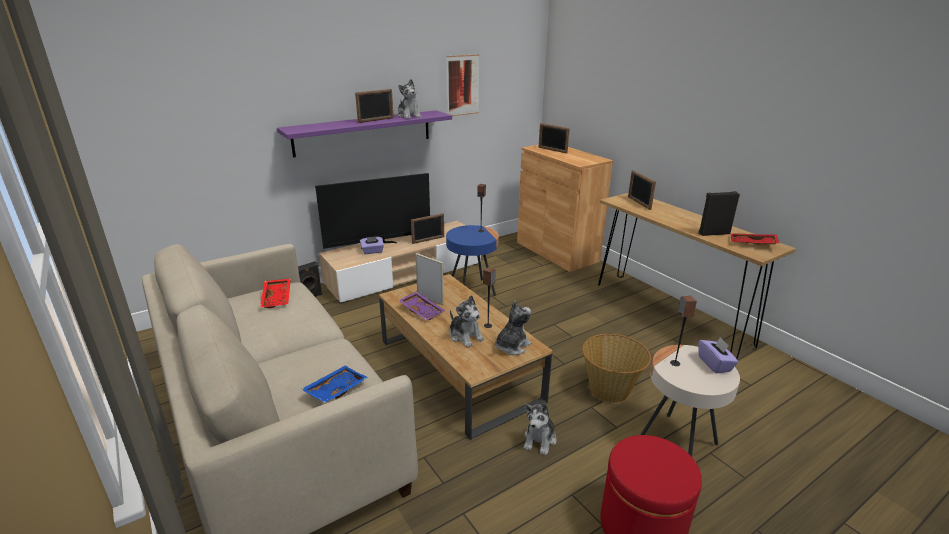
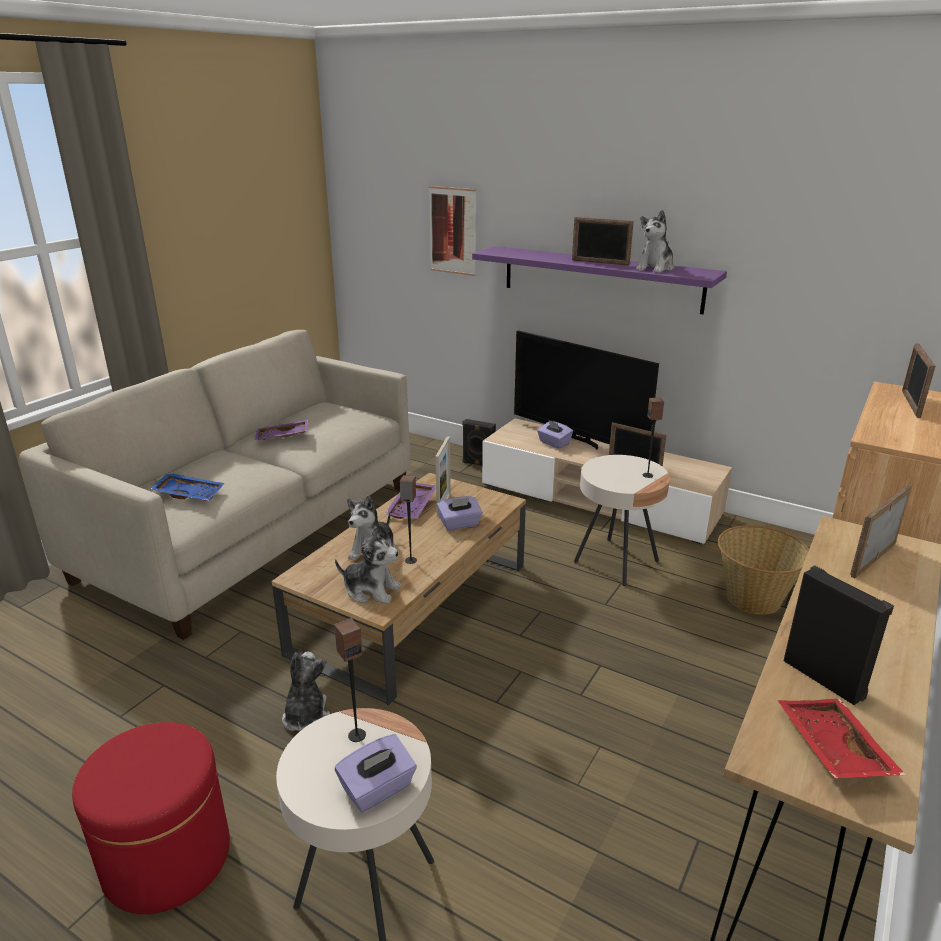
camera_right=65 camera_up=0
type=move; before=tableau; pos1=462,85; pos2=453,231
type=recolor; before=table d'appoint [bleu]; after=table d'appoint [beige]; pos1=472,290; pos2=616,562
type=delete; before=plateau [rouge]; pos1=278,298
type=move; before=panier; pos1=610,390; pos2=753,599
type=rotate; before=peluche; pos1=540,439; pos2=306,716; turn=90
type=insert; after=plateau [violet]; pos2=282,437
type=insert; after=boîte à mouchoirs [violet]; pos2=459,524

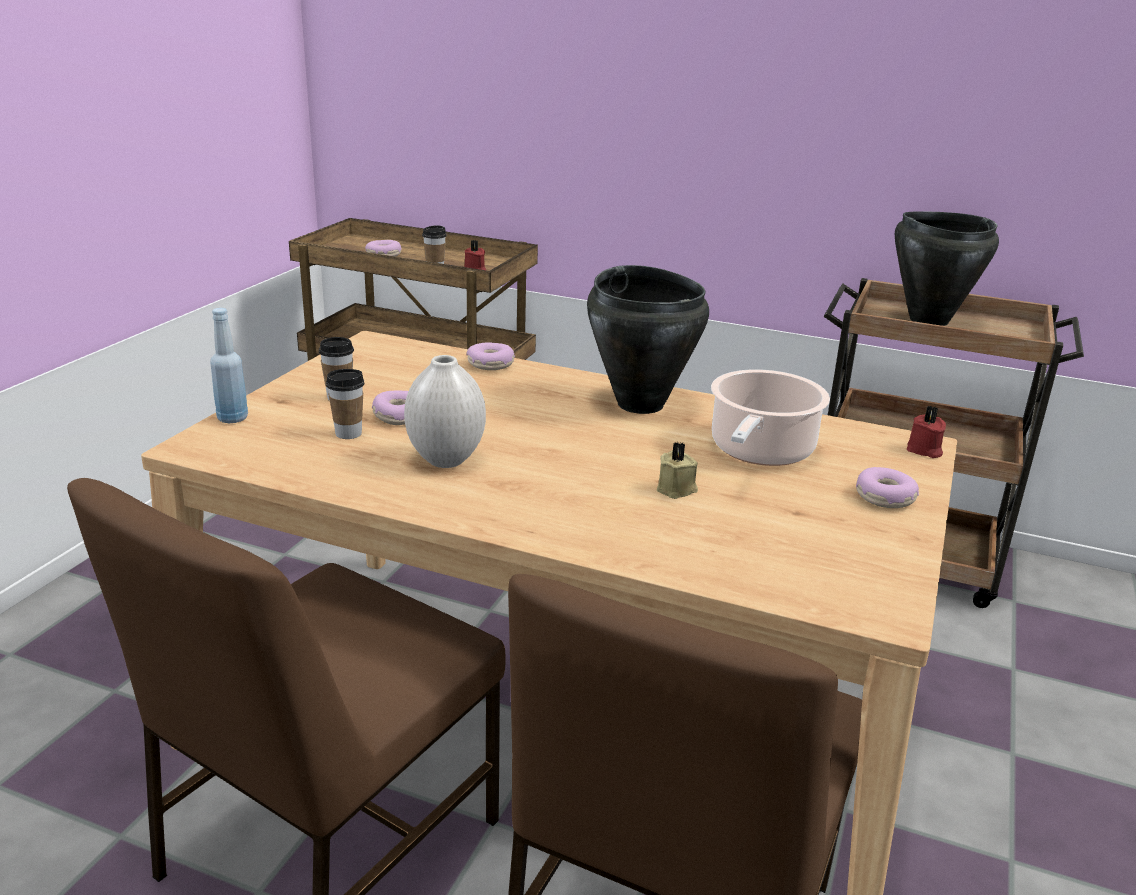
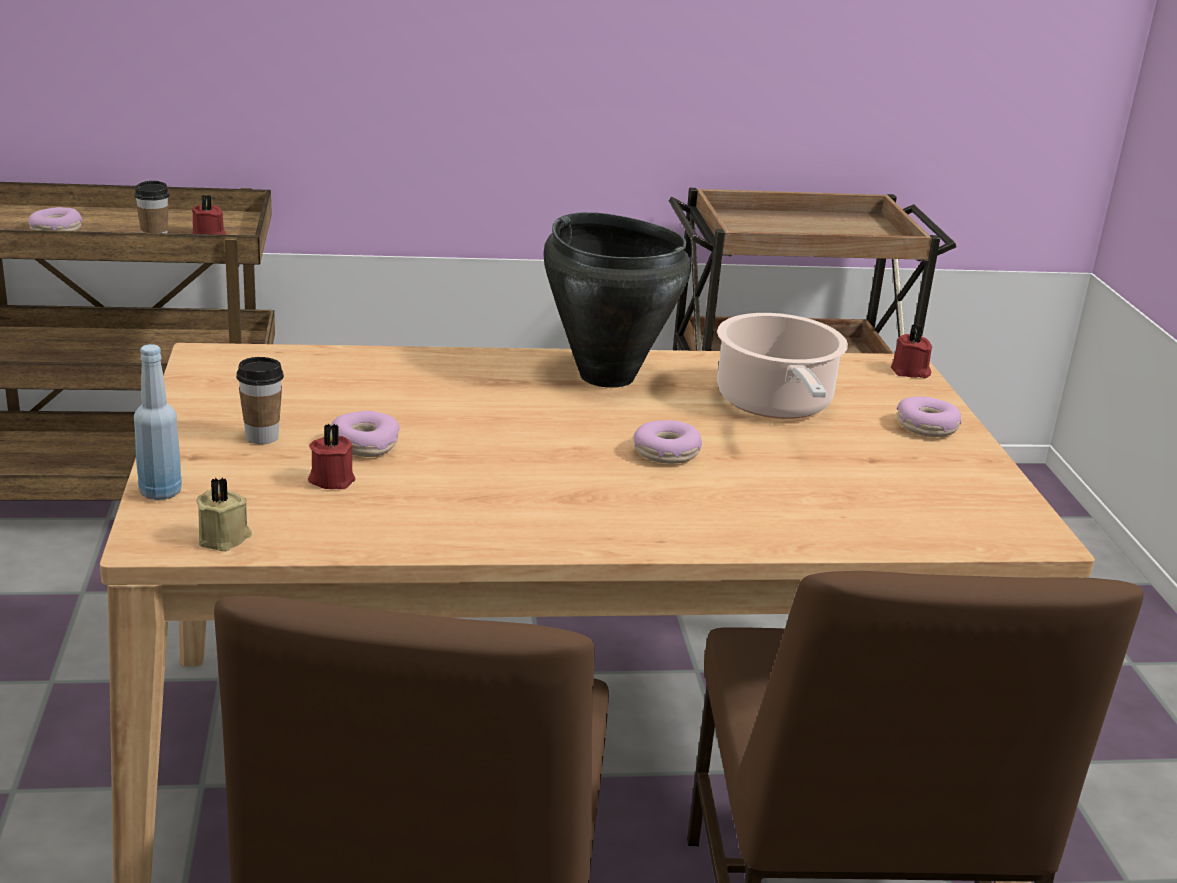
camera_right=-30 camera_up=0
type=delete; before=marmite [noir]; pos1=927,320
type=move; before=beignet; pos1=491,364; pos2=666,453
type=delete; before=vase [blanc]; pos1=447,460
type=replace; before=tasse; after=bougie [rouge]; pos1=348,433; pos2=331,479
type=move; before=bougie [beige]; pos1=677,489; pos2=225,538

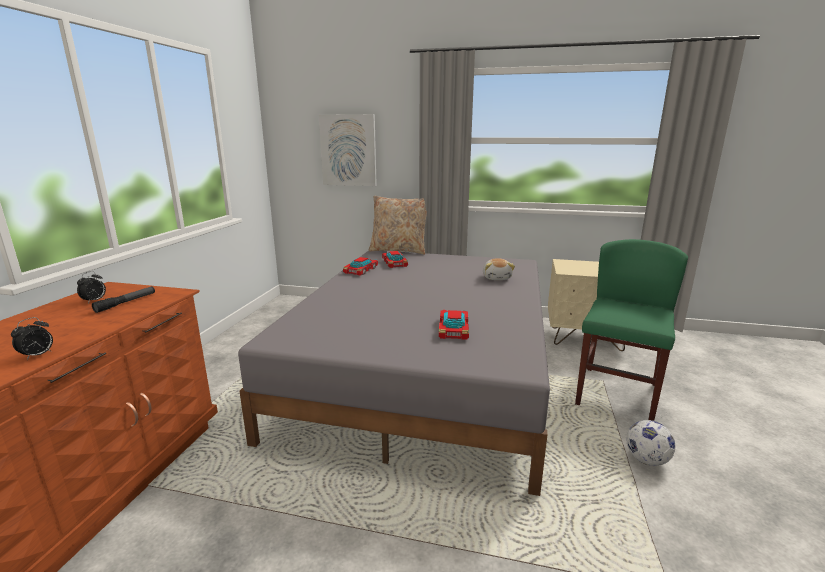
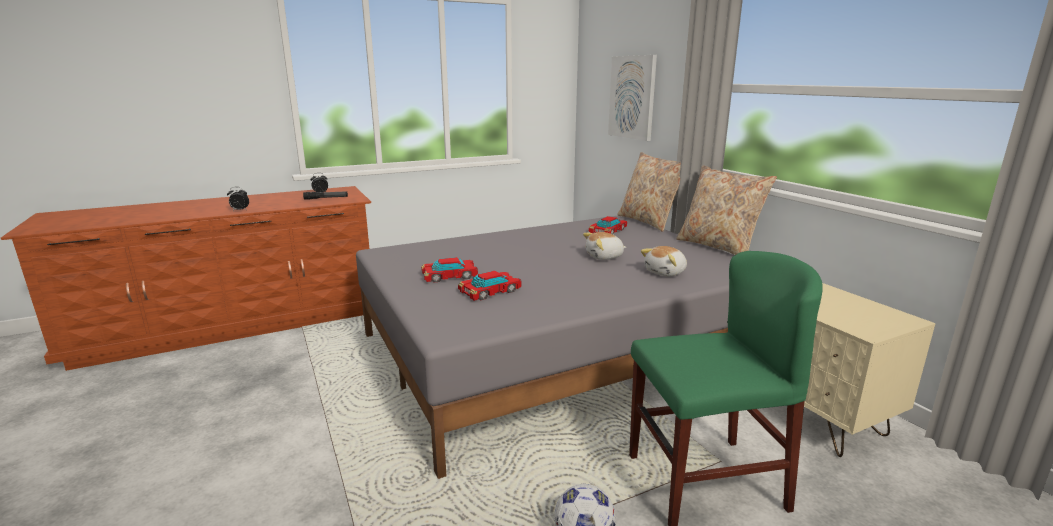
camera_right=50 camera_up=0
type=move; before=petite voiture; pos1=361,270; pos2=449,276
type=insert; after=coussin [beige]; pos2=718,247
type=insert; after=peluche; pos2=604,257

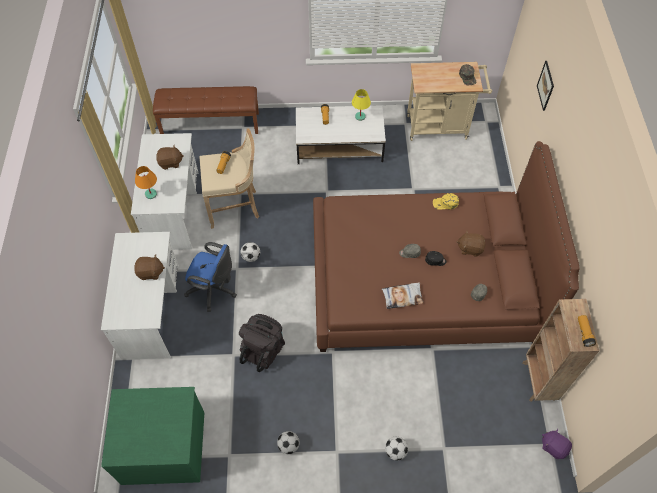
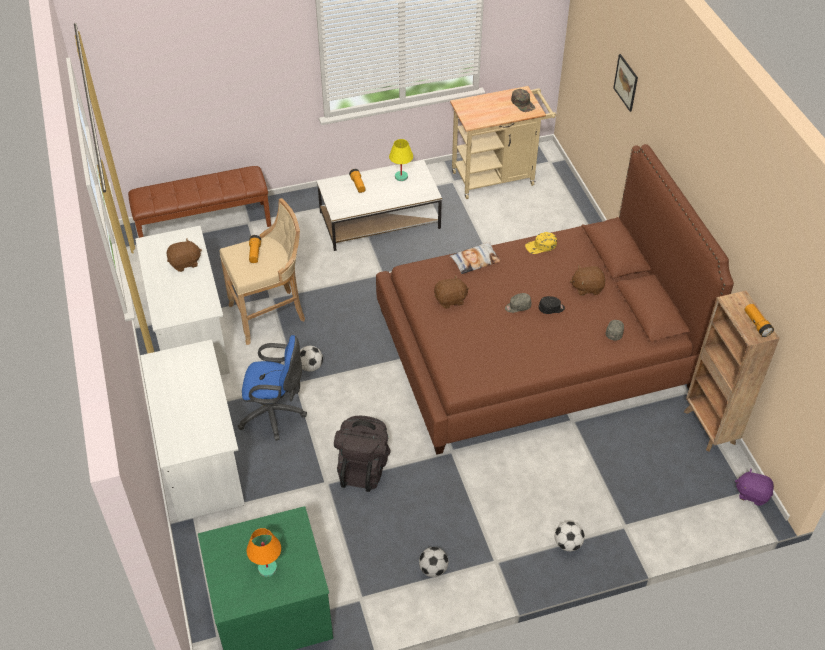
camera_right=-15 camera_up=-10
type=move; before=lampe de table [orange]; pos1=151,194; pos2=268,568
type=move; before=peluche [marron]; pos1=150,272; pos2=450,300
type=move; before=coussin; pos1=402,297; pos2=475,260

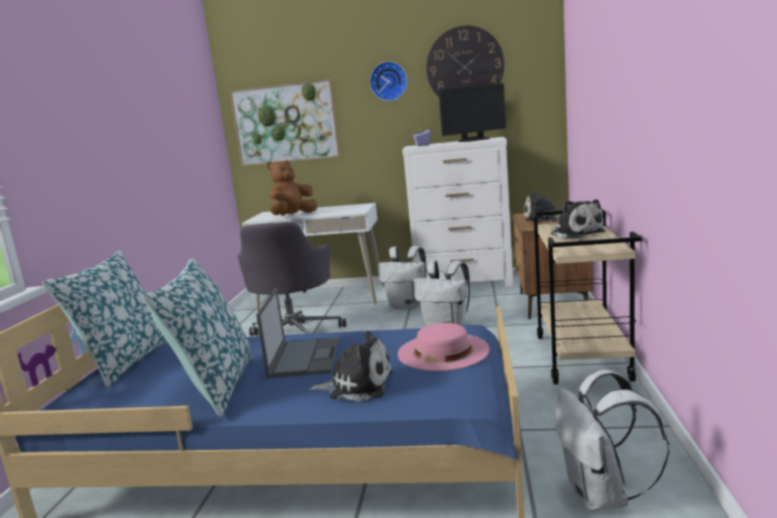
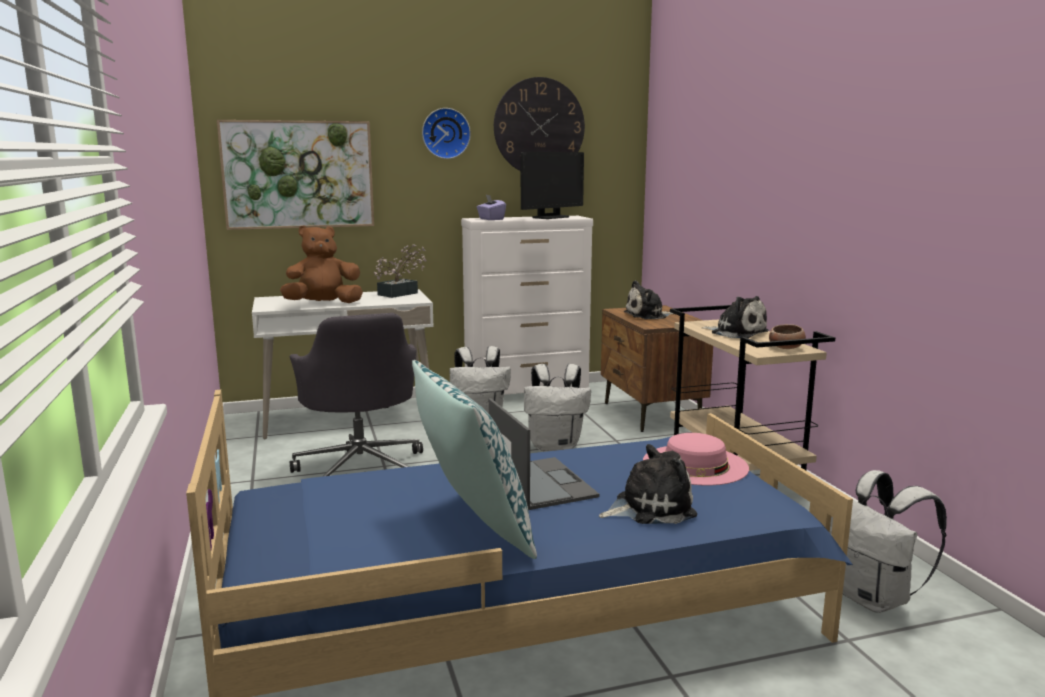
camera_right=-25 camera_up=0
type=rotate; before=peluche [marron]; pos1=293,216; pos2=323,304; turn=45
type=delete; before=coussin; pos1=125,362
type=insert; after=plante en pot; pos2=401,293
type=insert; after=bol; pos2=786,348

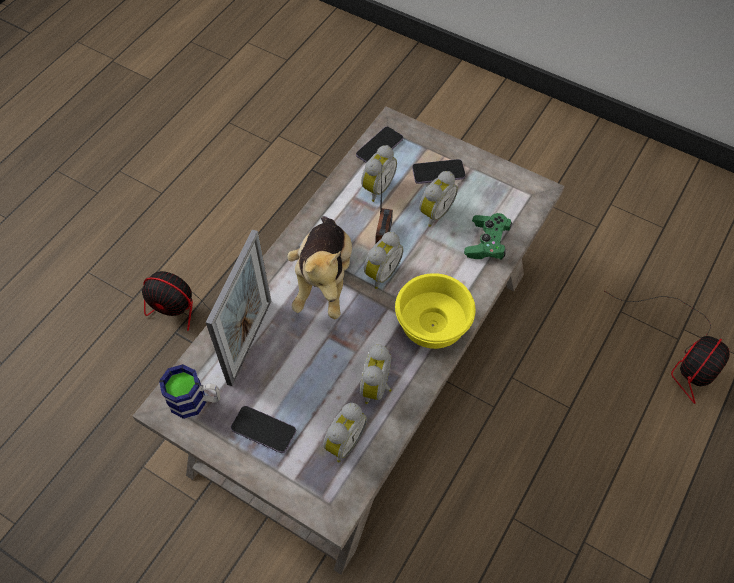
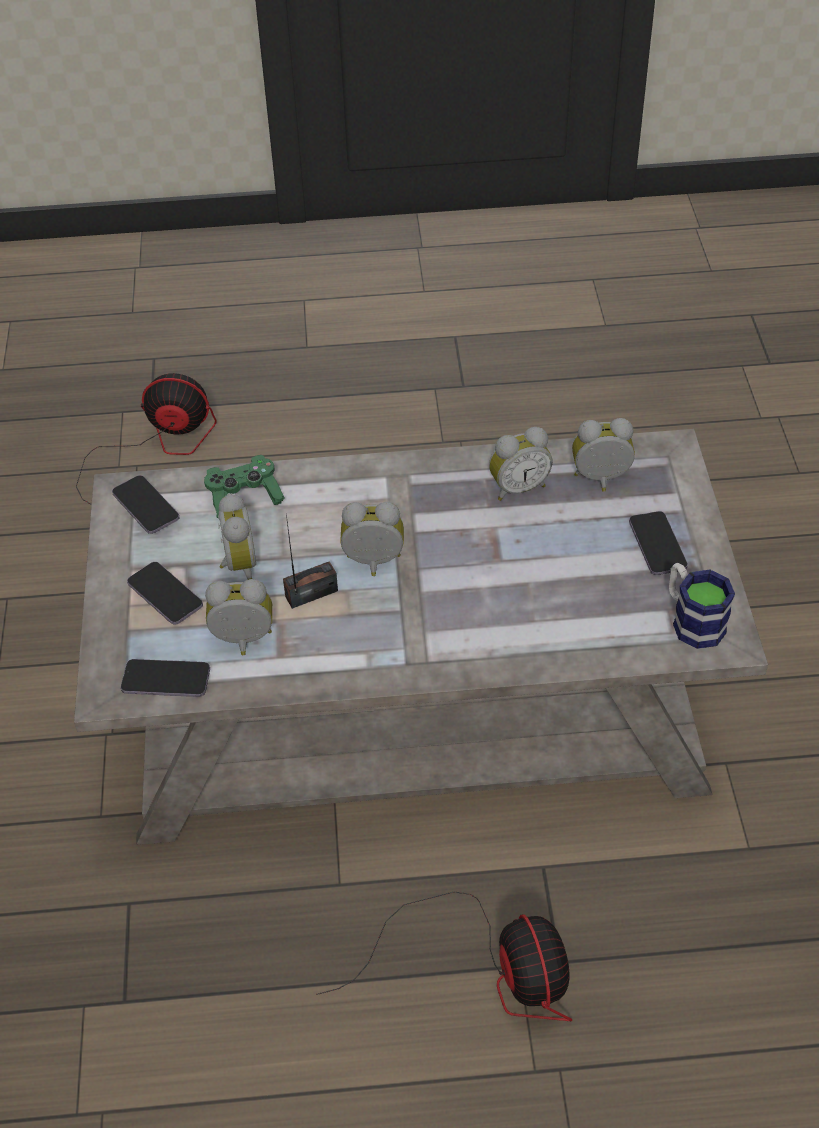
camera_right=-125 camera_up=-10
type=rotate; before=réveil; pos1=434,212; pos2=237,565; turn=75
type=delete; before=peluche; pos1=324,280
type=delete; before=cadre photo; pos1=250,341
type=delete; before=bol [jaune]; pos1=435,324
type=insert; after=téléphone; pos2=146,506

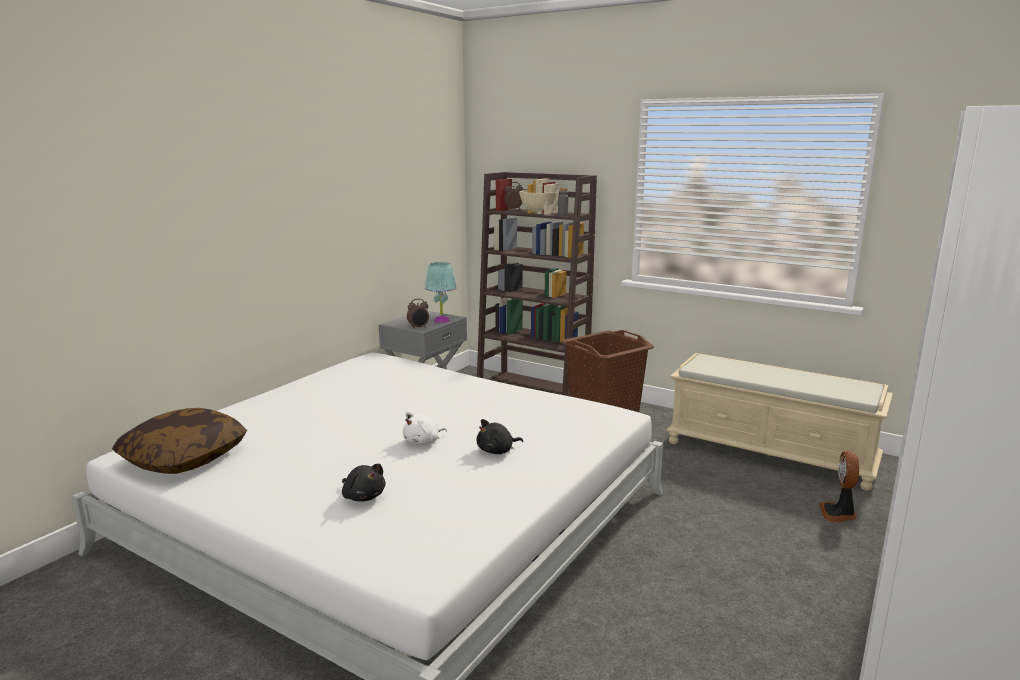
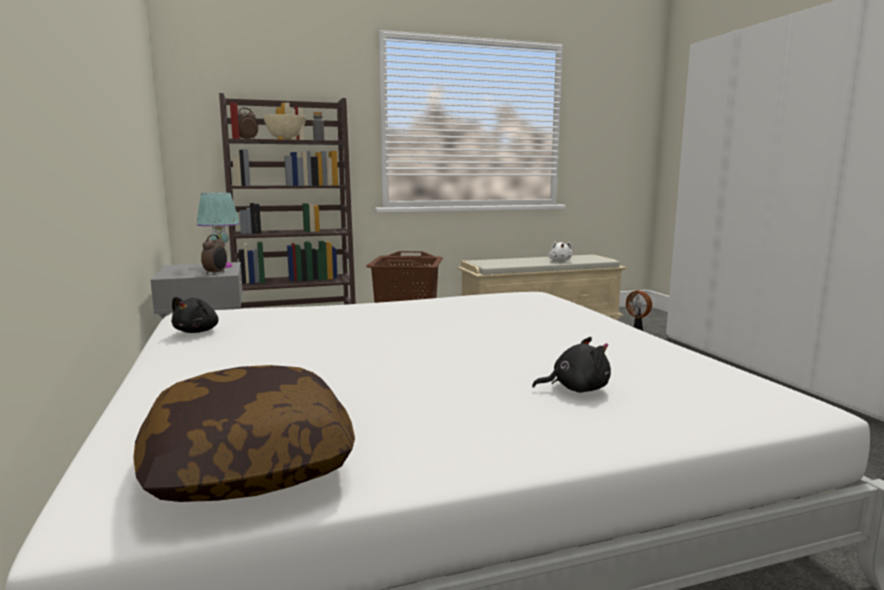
camera_right=-50 camera_up=-5
type=move; before=peluche [blanc]; pos1=423,442; pos2=560,261
type=move; before=peluche [noir]; pos1=497,451; pos2=198,331

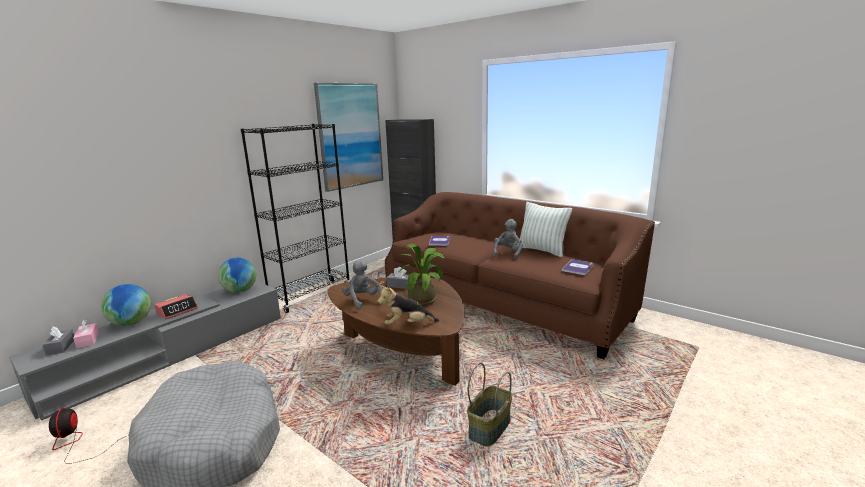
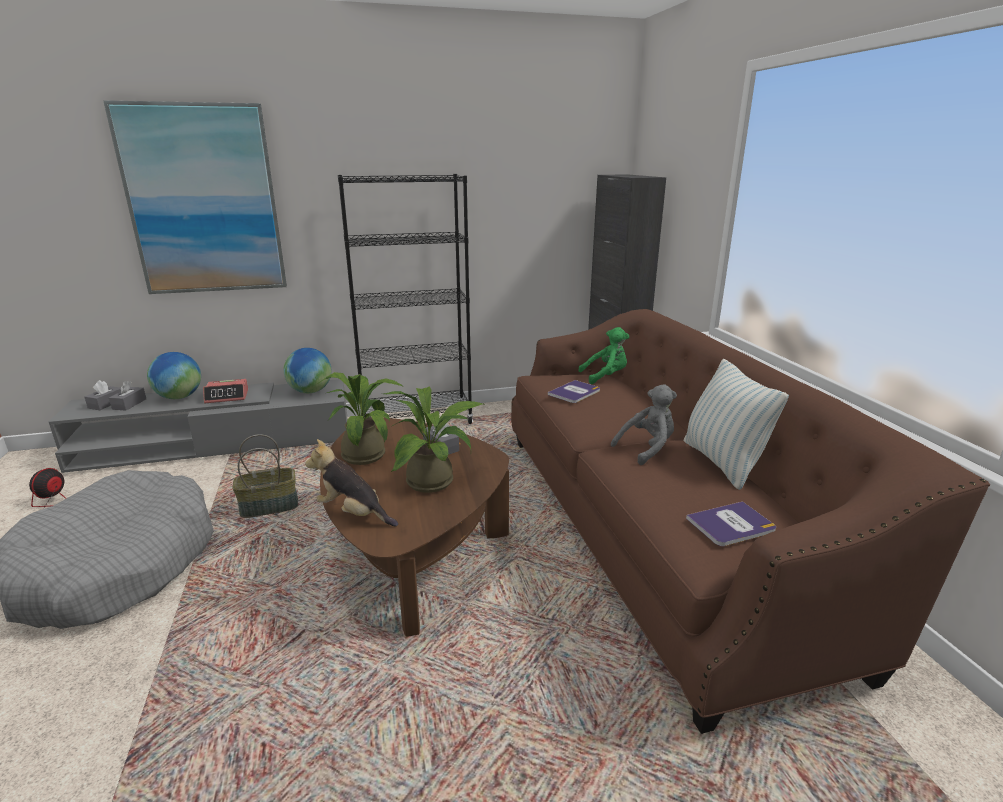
camera_right=35 camera_up=5
type=move; before=tableau; pos1=350,136; pos2=203,201
type=replace; before=peluche [gris]; after=plante en pot; pos1=363,301; pos2=365,453
type=recolor; before=boîte à mouchoirs [rose]; after=boîte à mouchoirs [gris]; pos1=88,340; pos2=129,404
type=move; before=panier; pos1=489,427; pos2=270,506
type=insert; after=peluche [vert]; pos2=605,376

